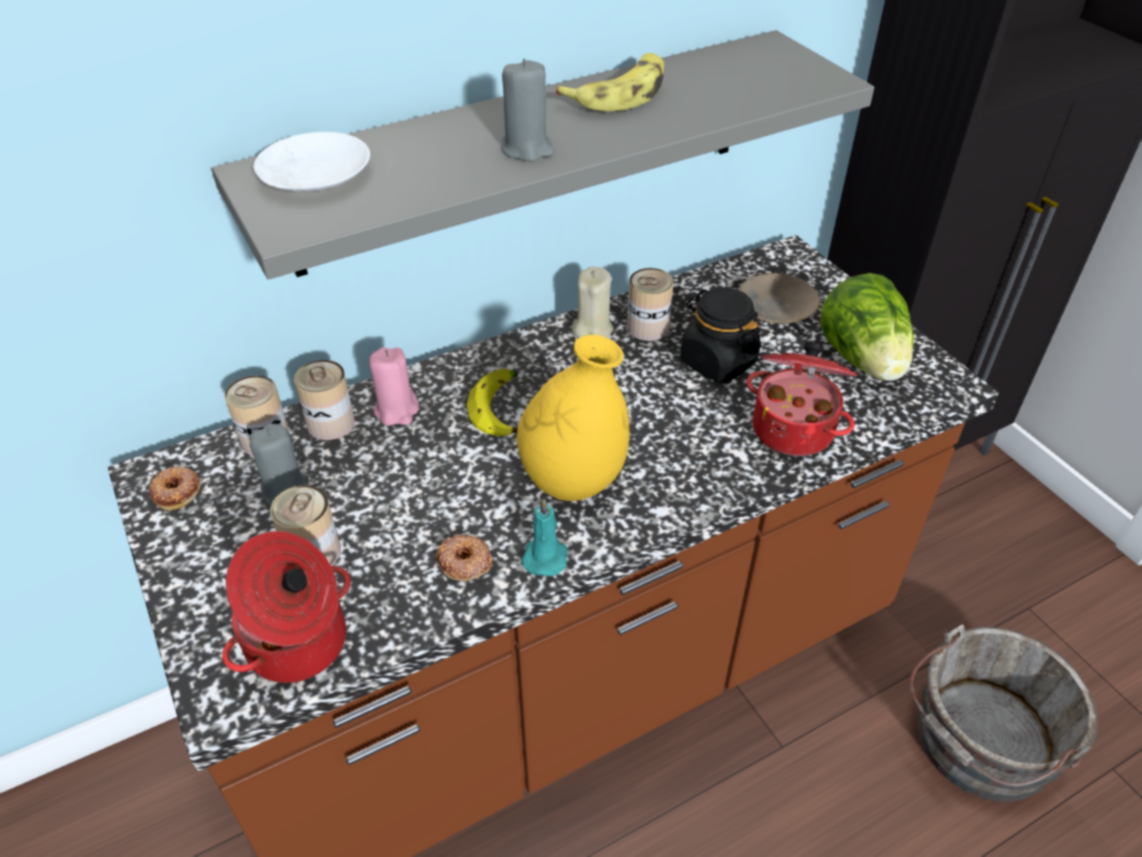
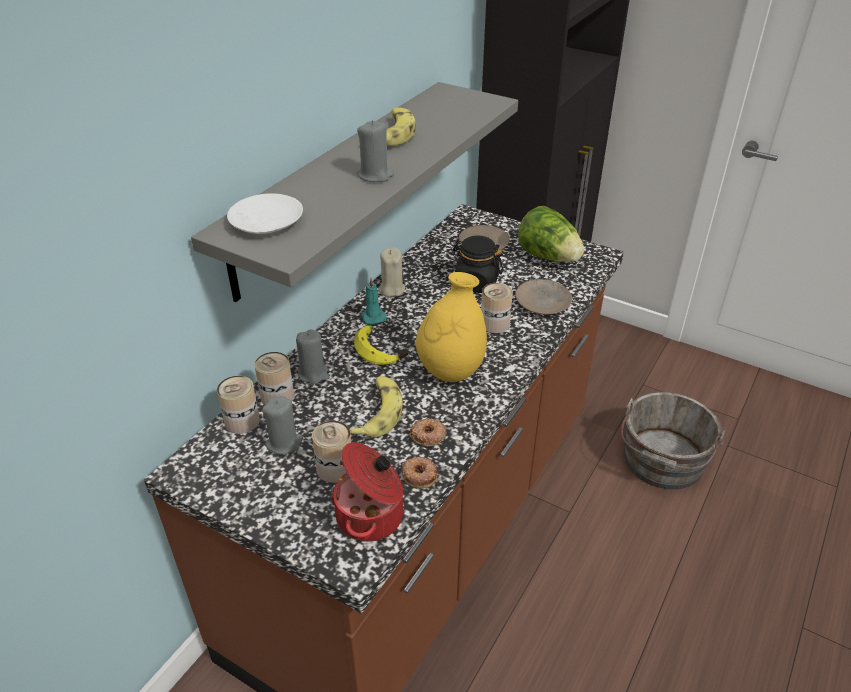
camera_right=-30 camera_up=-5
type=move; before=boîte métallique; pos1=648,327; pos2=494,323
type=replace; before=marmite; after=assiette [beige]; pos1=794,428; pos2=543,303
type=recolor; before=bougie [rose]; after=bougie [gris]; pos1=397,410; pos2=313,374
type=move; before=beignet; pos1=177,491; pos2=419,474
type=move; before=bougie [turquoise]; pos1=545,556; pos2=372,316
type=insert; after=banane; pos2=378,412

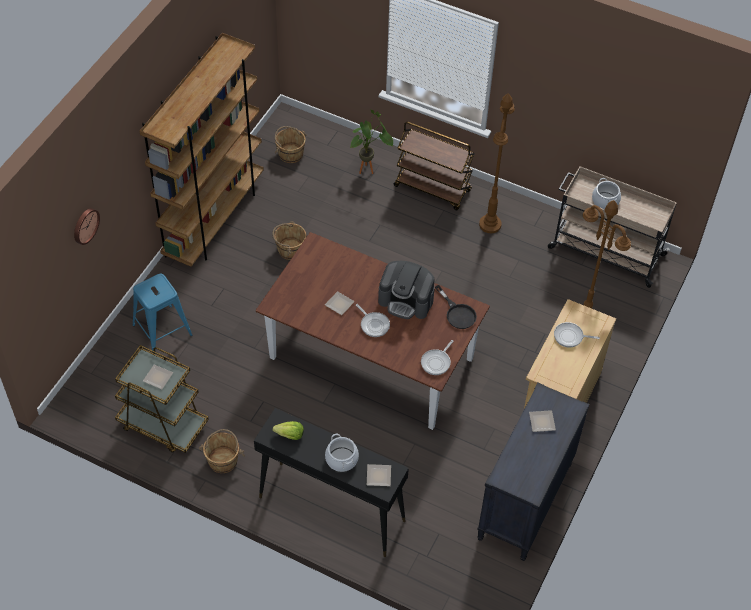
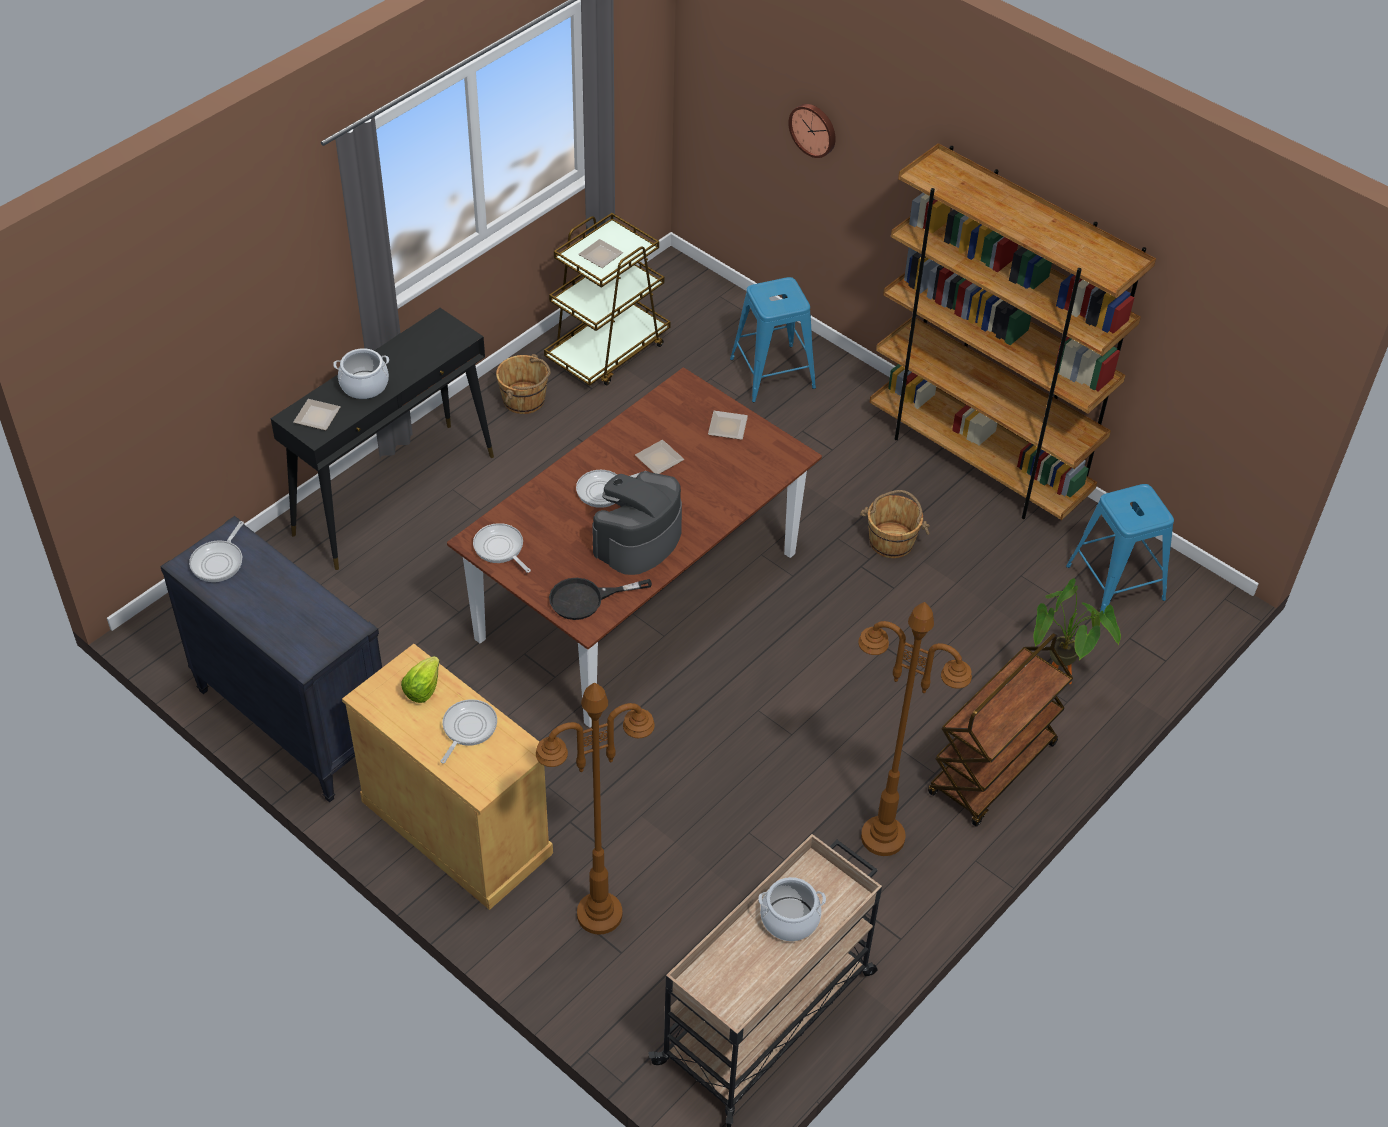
camera_right=105 camera_up=-5
type=replace; before=seau [marron]; after=tabouret [bleu]; pos1=290,153; pos2=1114,582
type=move; before=assiette; pos1=541,421; pos2=729,426
type=move; before=laitue; pos1=290,435; pos2=423,689
type=insert; after=poêle; pos2=219,561

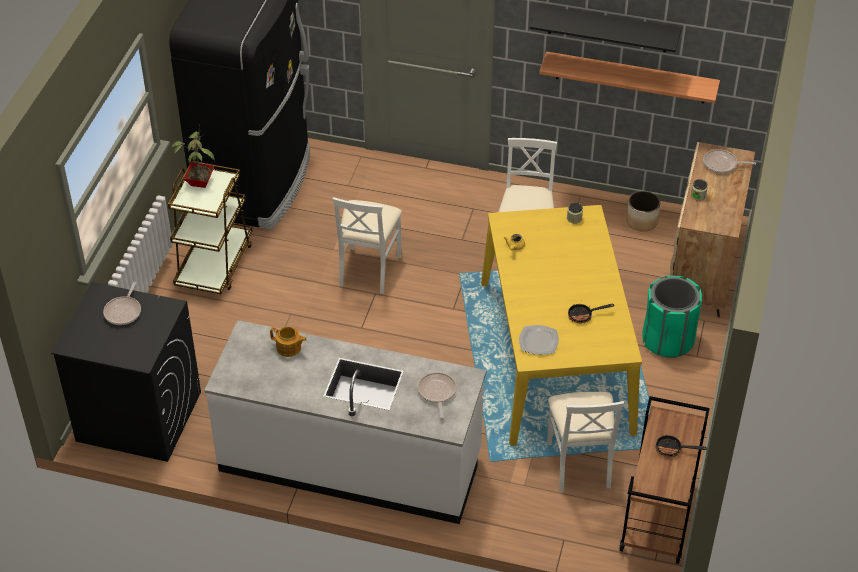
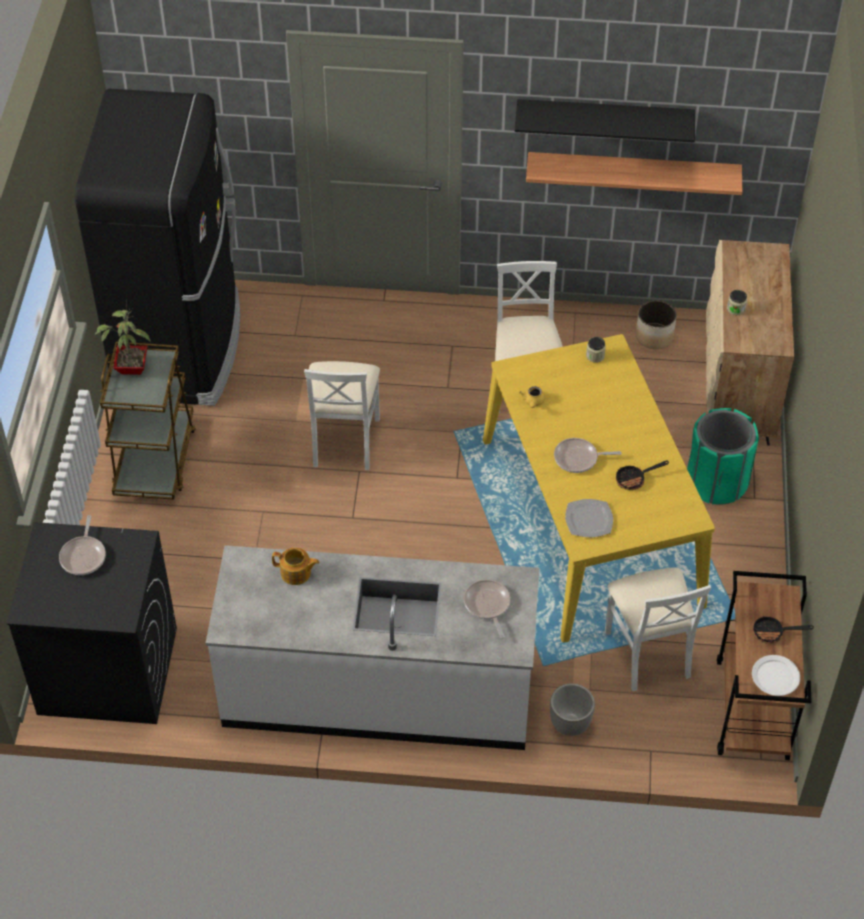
camera_right=-10 camera_up=5
type=move; before=poêle; pos1=722,164; pos2=578,458
type=insert; after=assiette [blanc]; pos2=775,677
type=insert; after=cache-pot; pos2=569,725

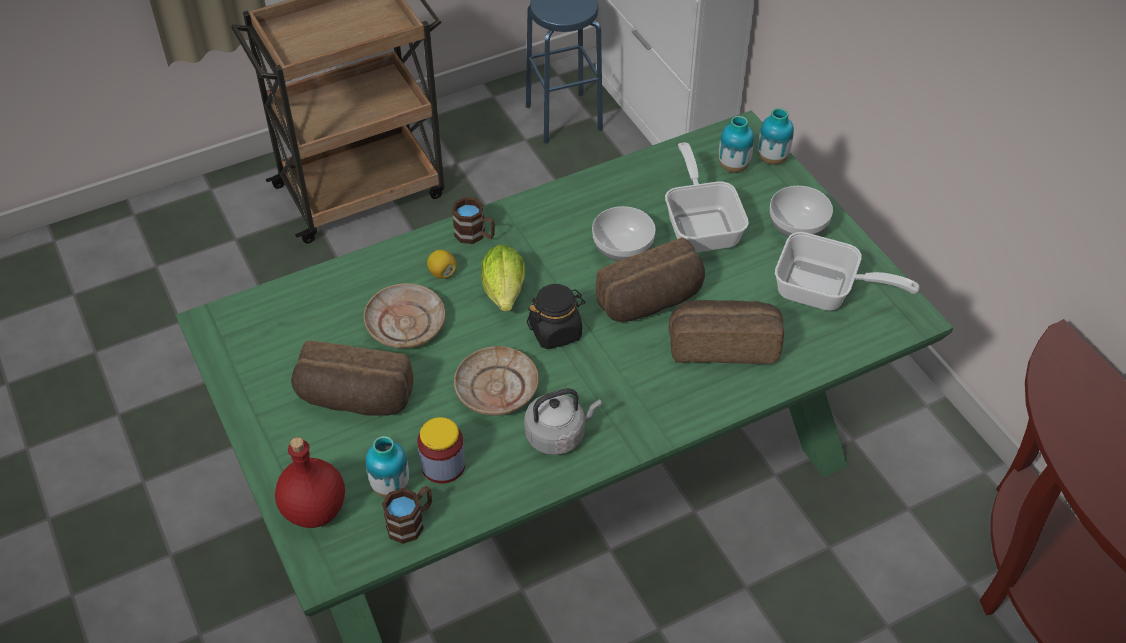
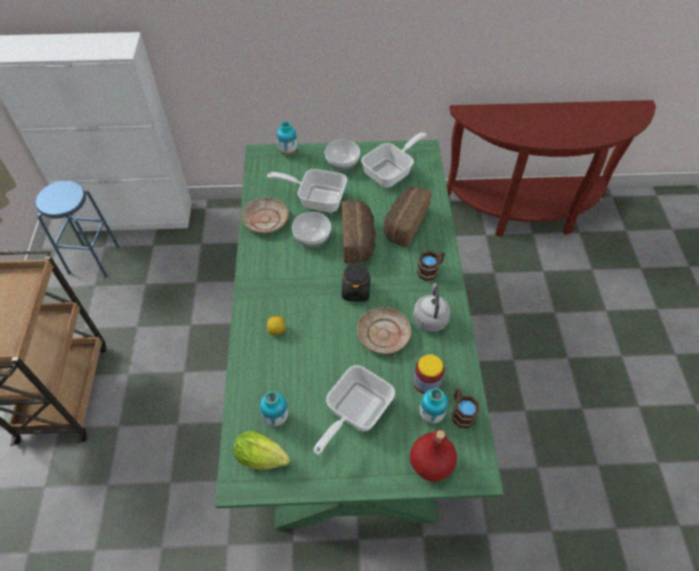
camera_right=-65 camera_up=5
type=move; before=vase; pos1=733,167; pos2=276,418
type=move; before=mug [marron]; pos1=475,235; pos2=430,270
type=move; before=laitue; pos1=504,295; pos2=264,458
type=move; before=assiette [beige]; pos1=406,324; pos2=265,220
type=replace; before=pain; after=poêle; pos1=354,400; pos2=354,413

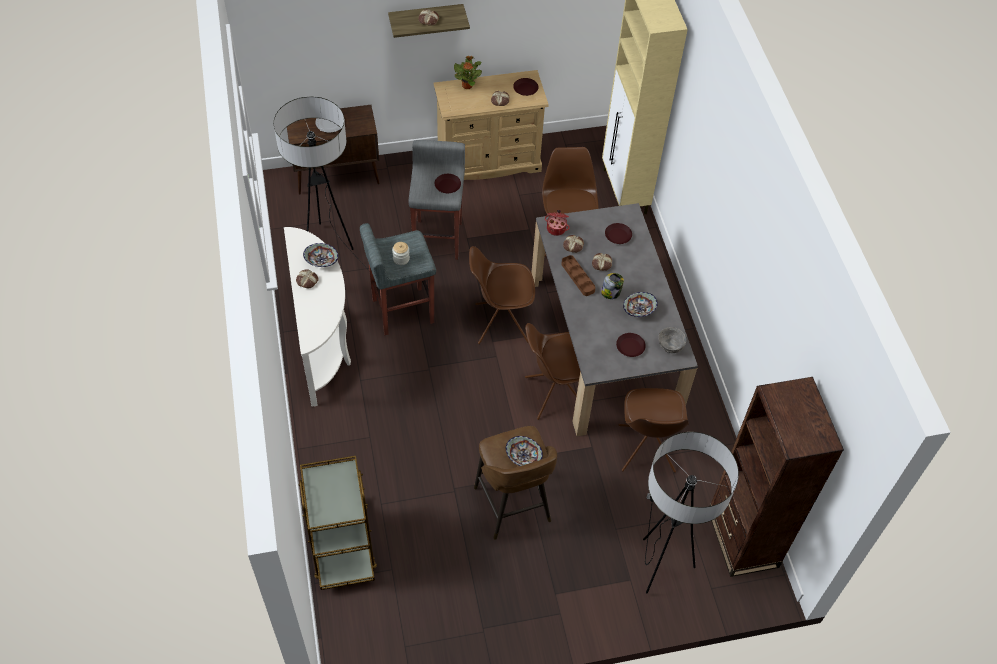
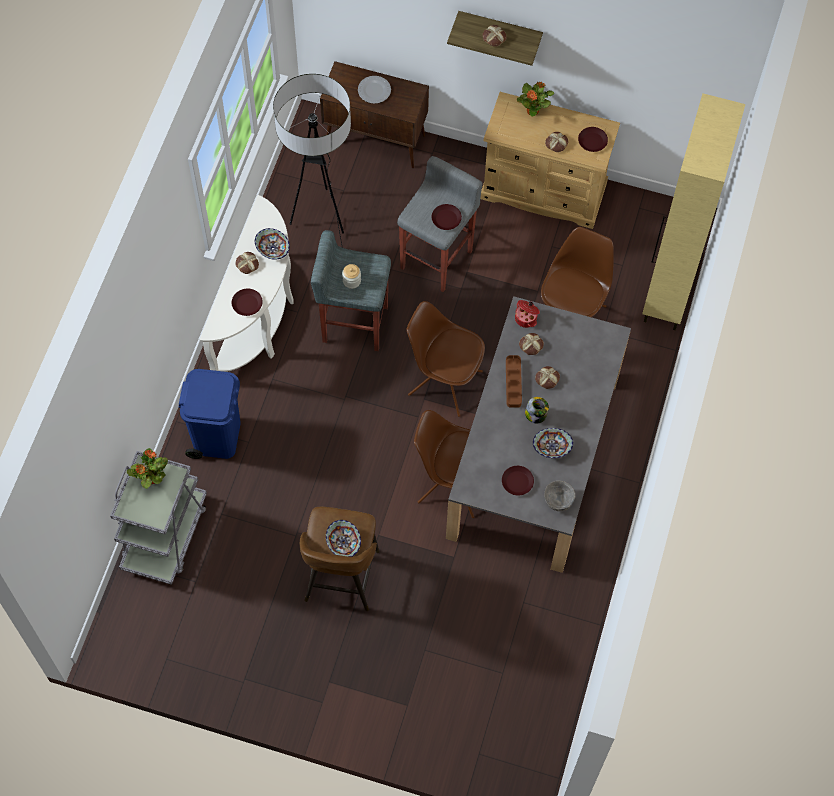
camera_right=30 camera_up=10
type=move; before=assiette [marron]; pos1=617,235; pos2=247,303
type=delete; before=bibliothèque [marron]; pos1=742,538
type=delete; before=chaise [marron]; pos1=646,449
type=delete; before=lampadaire; pos1=660,564
type=recolor; before=chariot [marron]; after=chariot [gris]; pos1=342,543; pos2=165,534
type=insert; after=poubelle [bleu]; pos2=217,435
type=insert; after=plante en pot; pos2=151,478

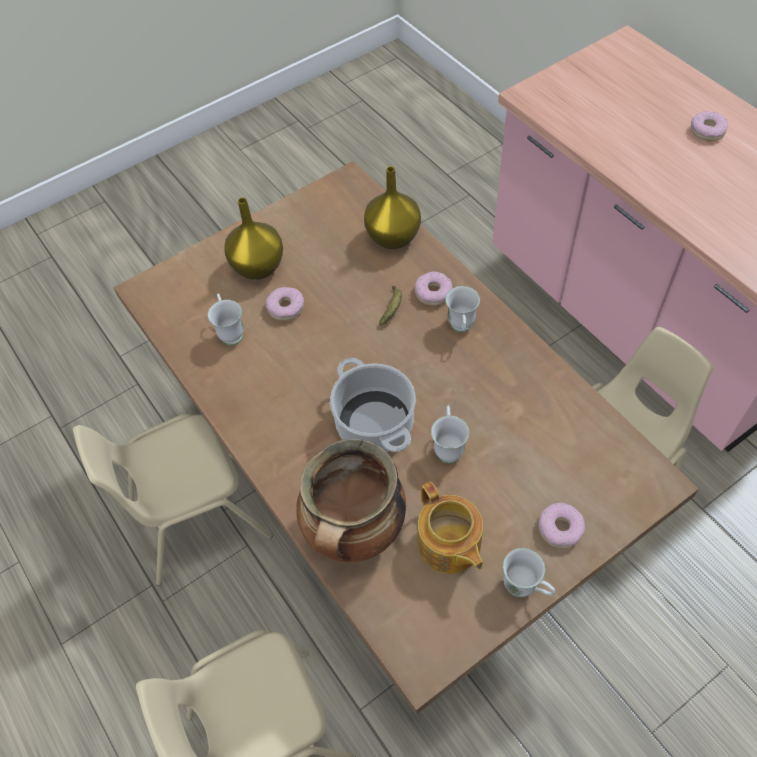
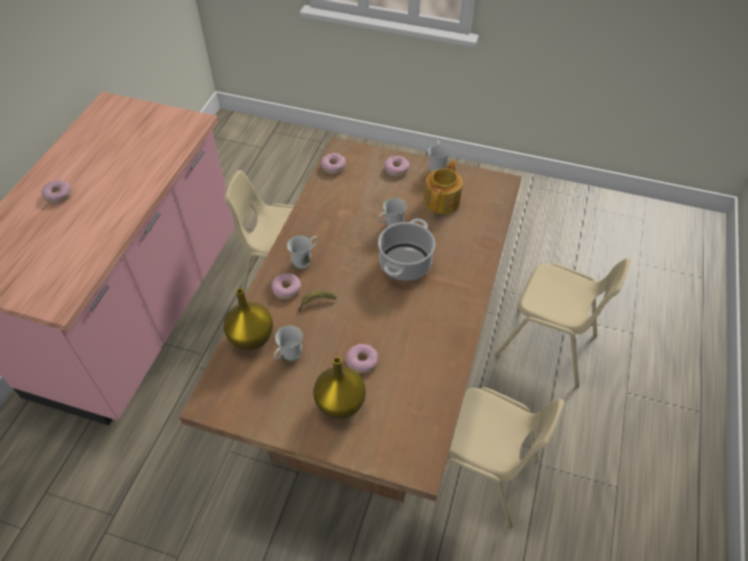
camera_right=-130 camera_up=-5
type=move; before=mug [blanc]; pos1=230,332; pos2=288,357
type=delete; before=marmite; pos1=355,533
type=insert; after=beignet; pos2=333,166

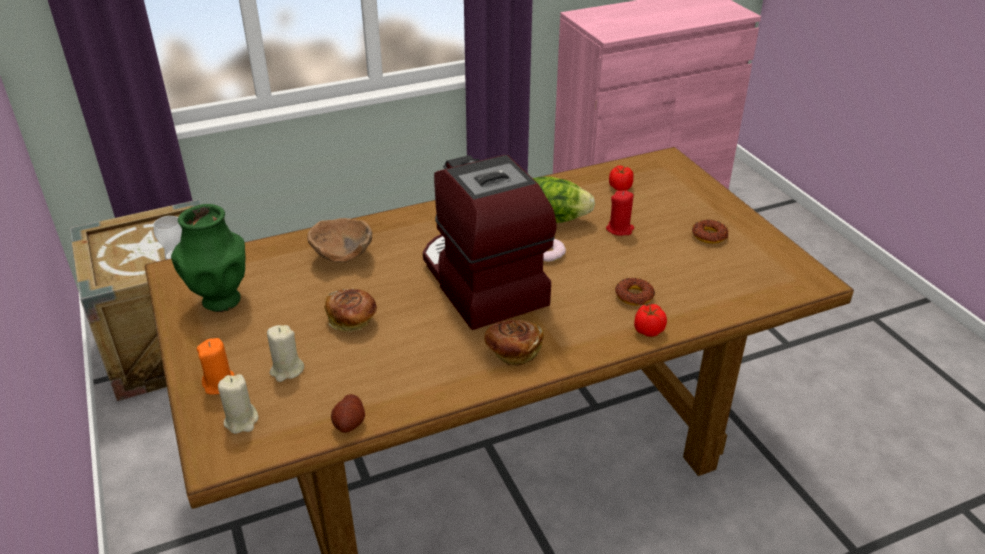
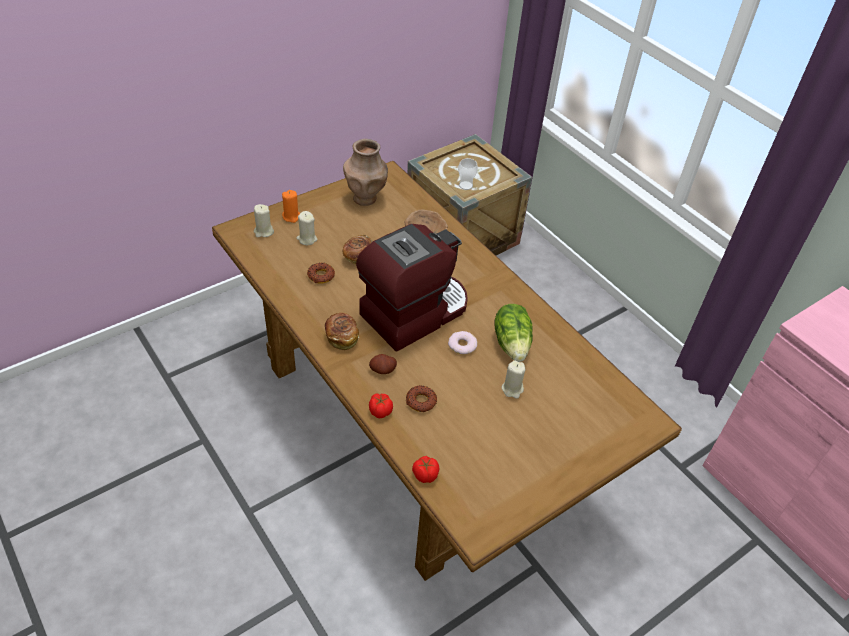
camera_right=75 camera_up=10
type=move; before=tomate; pos1=620,187; pos2=425,475
type=recolor; before=bougie [rouge]; after=bougie [beige]; pos1=620,229; pos2=512,389
type=recolor; before=vase [vert]; after=vase [marron]; pos1=221,300; pos2=365,198
type=move; before=beignet; pos1=709,235; pos2=321,276
type=move; before=pomme de terre; pos1=349,423; pos2=383,370

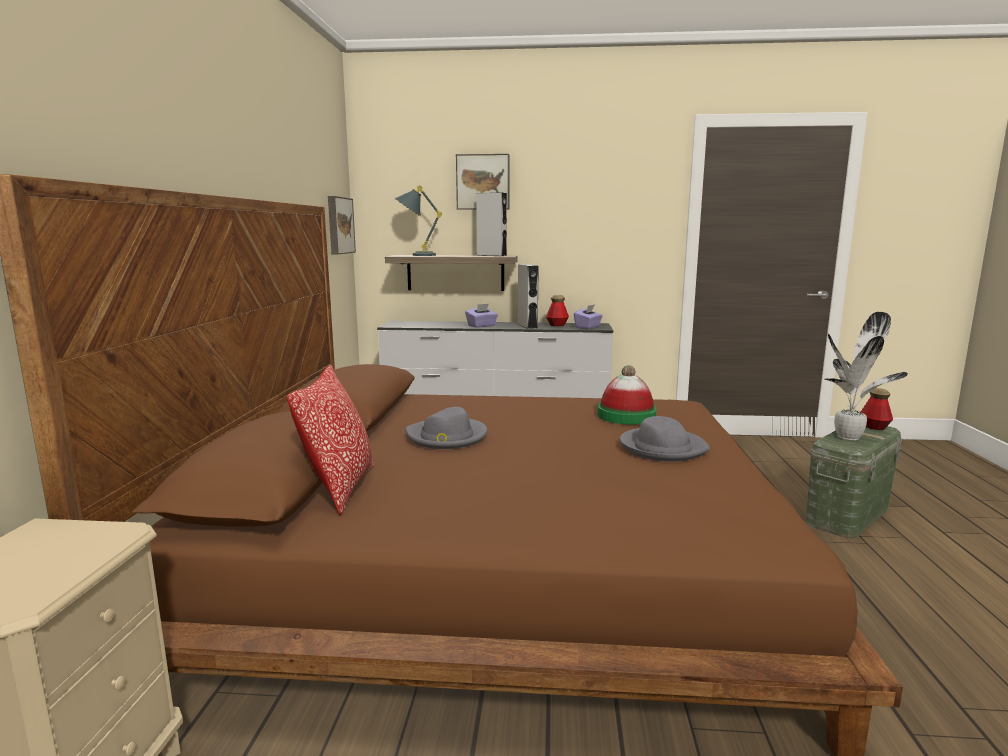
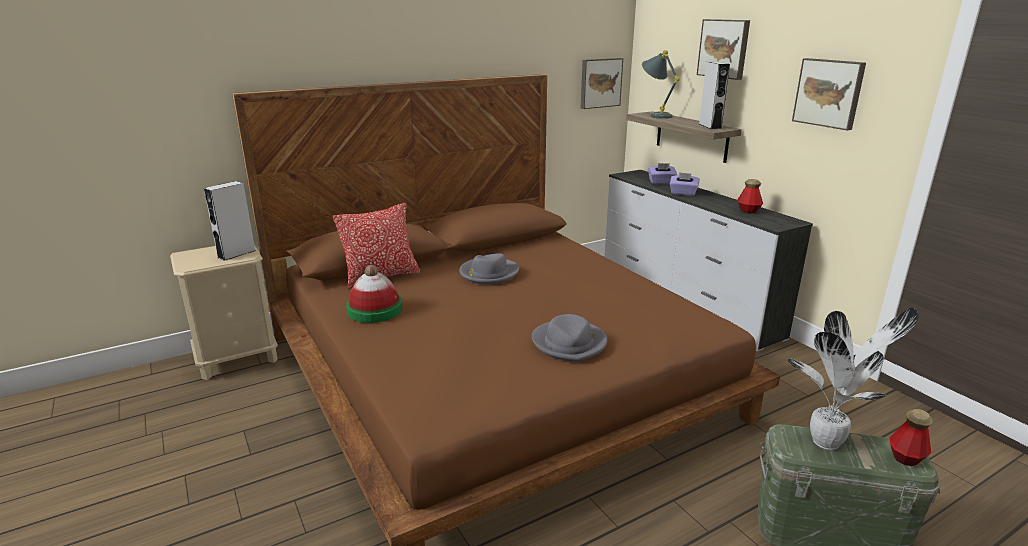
camera_right=55 camera_up=10
type=move; before=enceinte [gris]; pos1=527,326; pos2=236,254
type=move; before=boîte à mouchoirs [violet]; pos1=588,327; pos2=661,182
type=move; before=chapeau; pos1=626,415; pos2=375,310
type=insert; after=tableau; pos2=829,93

